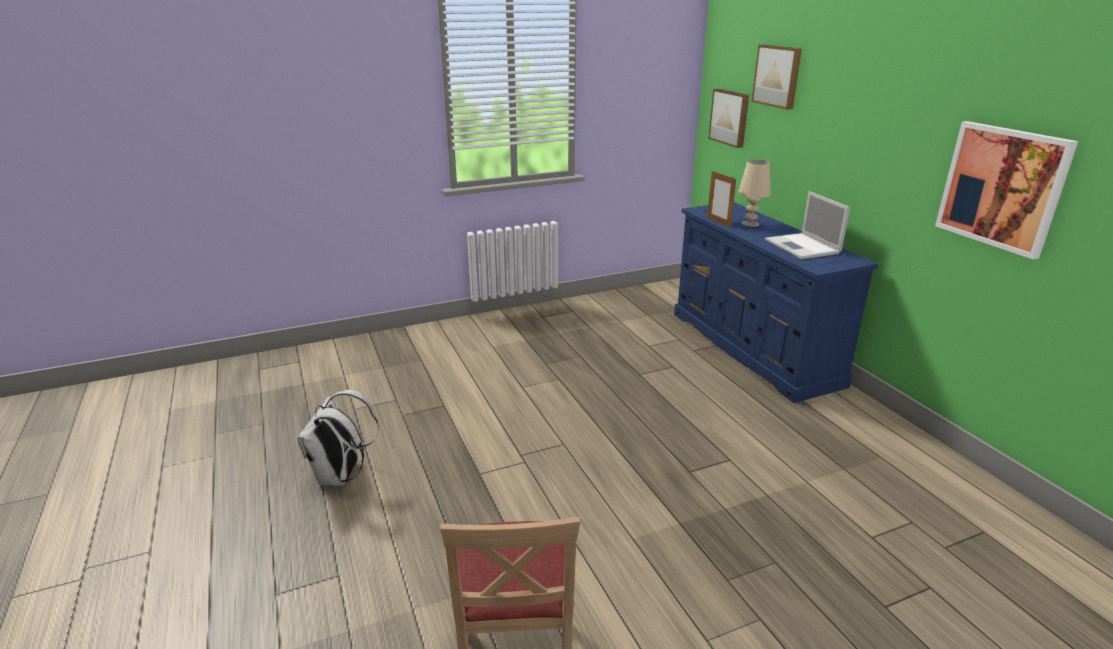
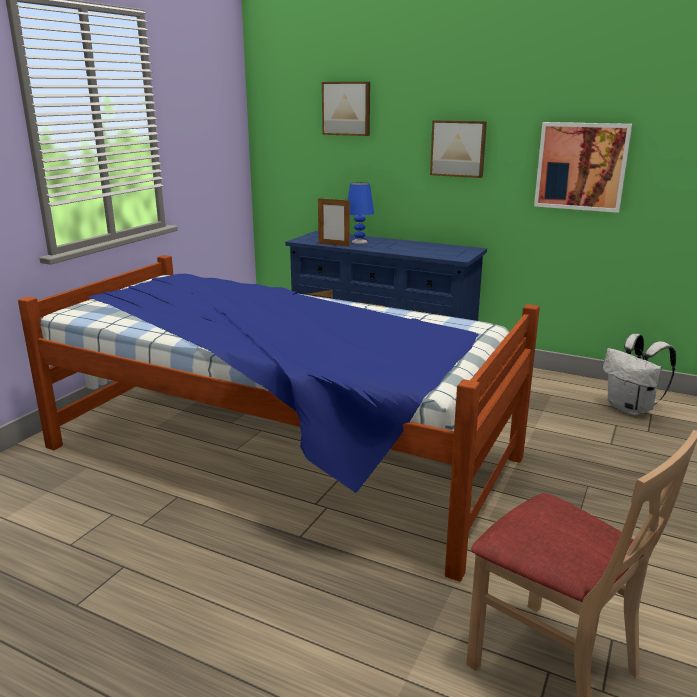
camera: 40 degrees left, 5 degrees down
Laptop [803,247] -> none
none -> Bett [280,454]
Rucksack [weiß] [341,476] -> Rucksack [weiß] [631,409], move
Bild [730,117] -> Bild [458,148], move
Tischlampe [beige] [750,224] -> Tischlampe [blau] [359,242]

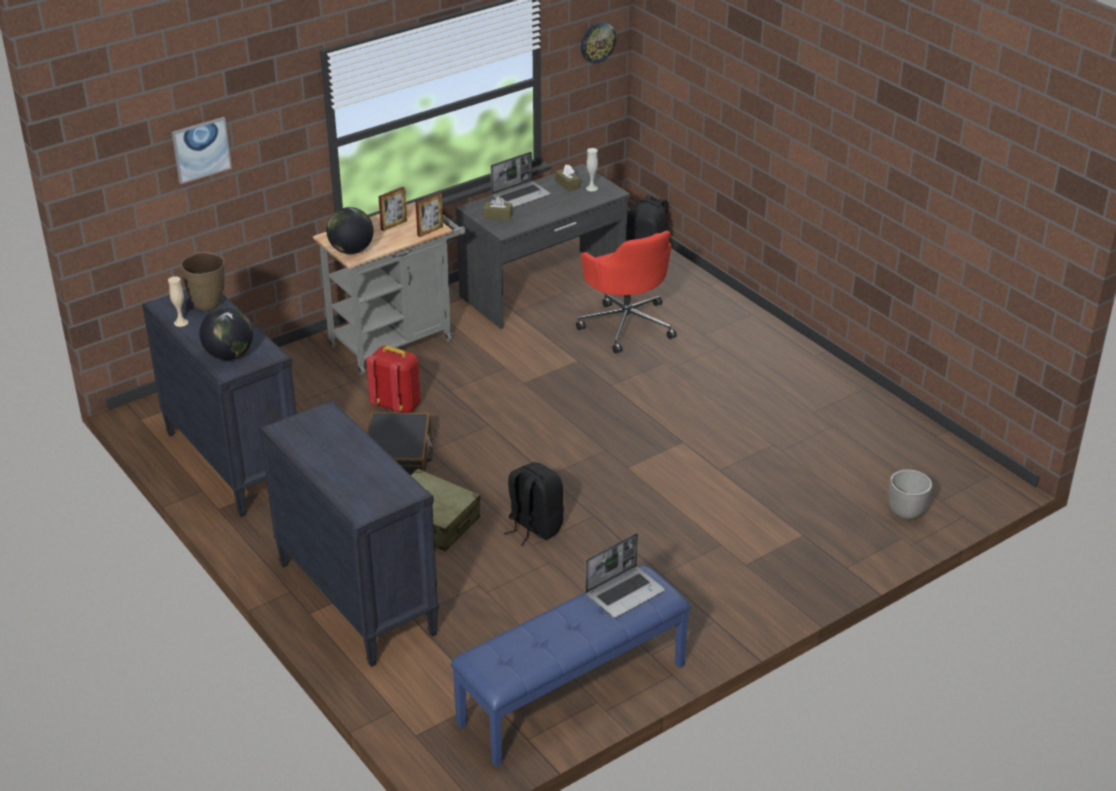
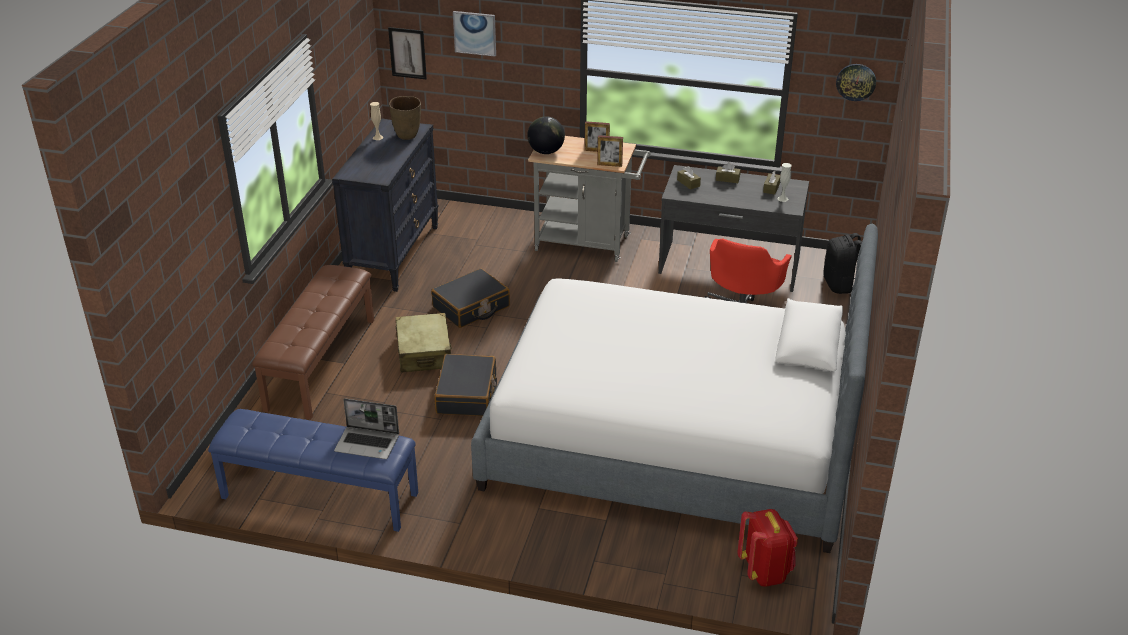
camera: 50 degrees right, 0 degrees up
Globus [229,355] -> none
Pflanzkübel [906,513] -> none
none -> Bild [407,53]
none -> Bett [672,439]
Rucksack [rot] [397,405] -> Rucksack [rot] [765,571], move
Kommode [schwarz] [356,598] -> Bank [braun] [320,363]
Laptop [521,195] -> Taschentuchbox [braun] [727,179]
Rucksack [schwarz] [534,527] -> Koffer [schwarz] [467,394]

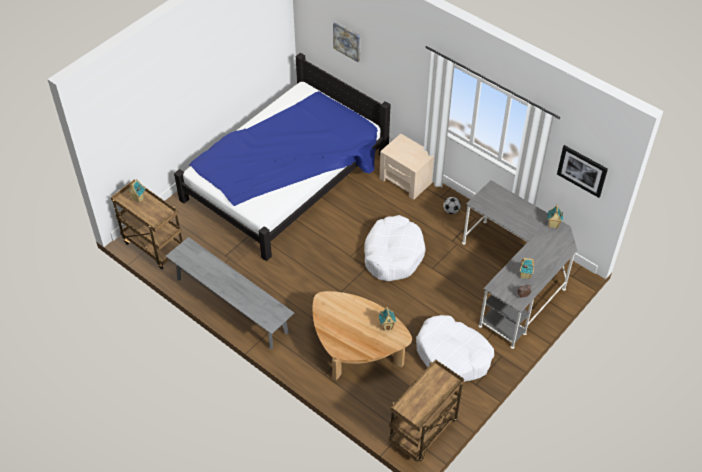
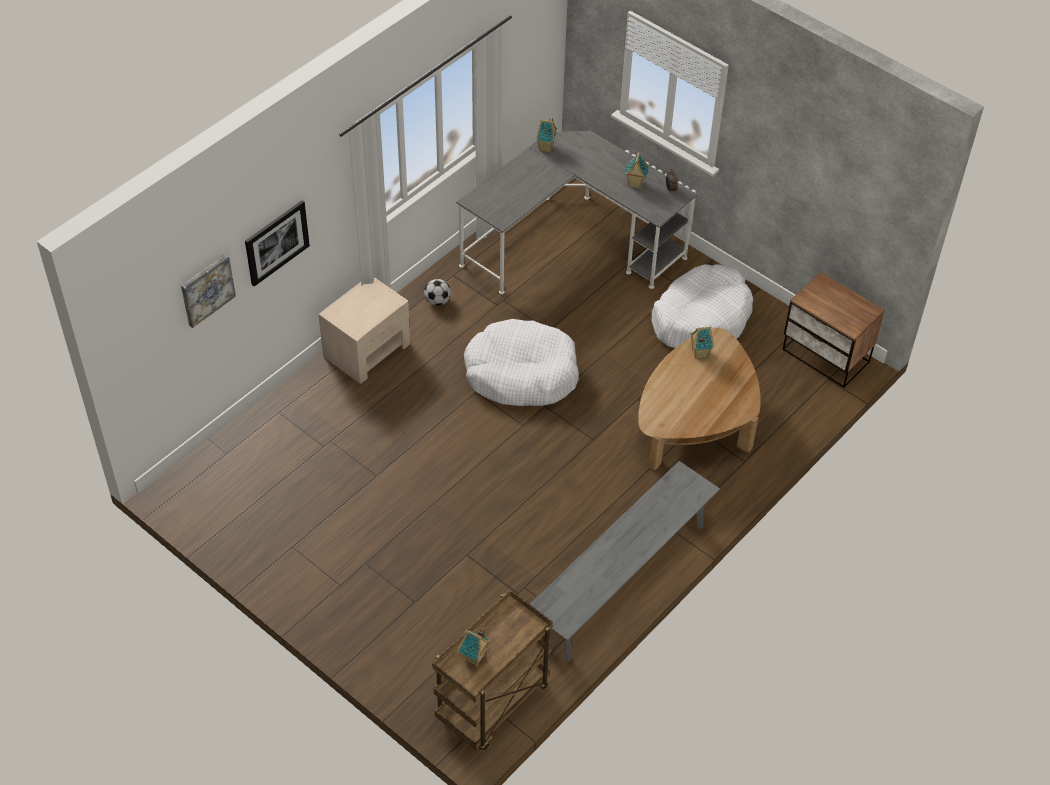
camera: 90 degrees left, 0 degrees up
Bett [286,177] -> none
Bild [582,170] -> Bild [276,242], move
Rollwagen [braun] [423,432] -> Nachttisch [825,357]

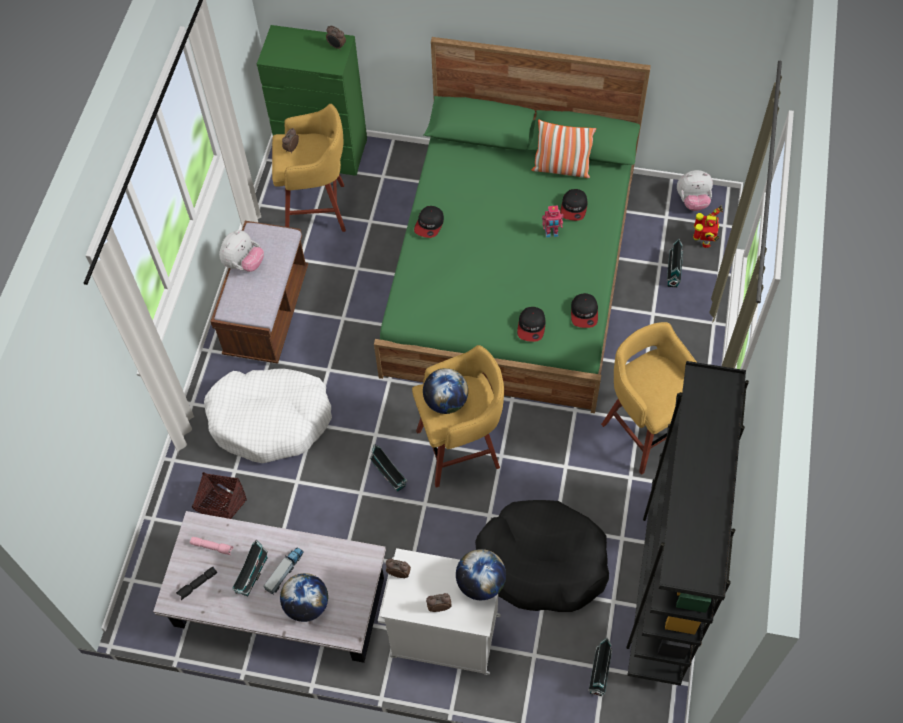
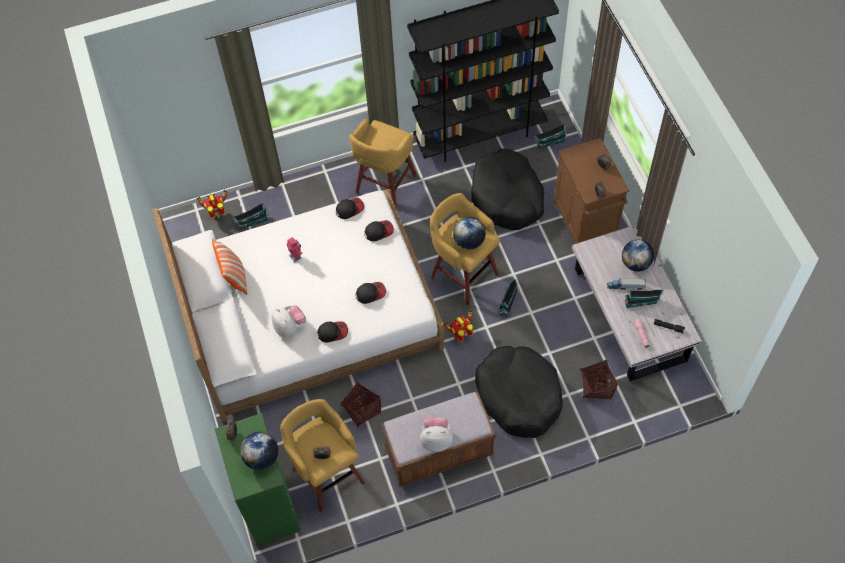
camera: 120 degrees left, 0 degrees up
none -> Korb [362,410]
none -> Spielzeugroboter [460,336]
Globus [480,583] -> Globus [262,457], move
Kappe [574,207] -> Kappe [371,293], move
Plüschtier [692,201] -> Plüschtier [290,327], move
Hundebett [weiß] [270,420] -> Hundebett [schwarz] [518,395]
Bett [grün] [512,272] -> Bett [weiß] [309,314]
Schrank [weiß] [443,636] -> Schrank [braun] [585,222]

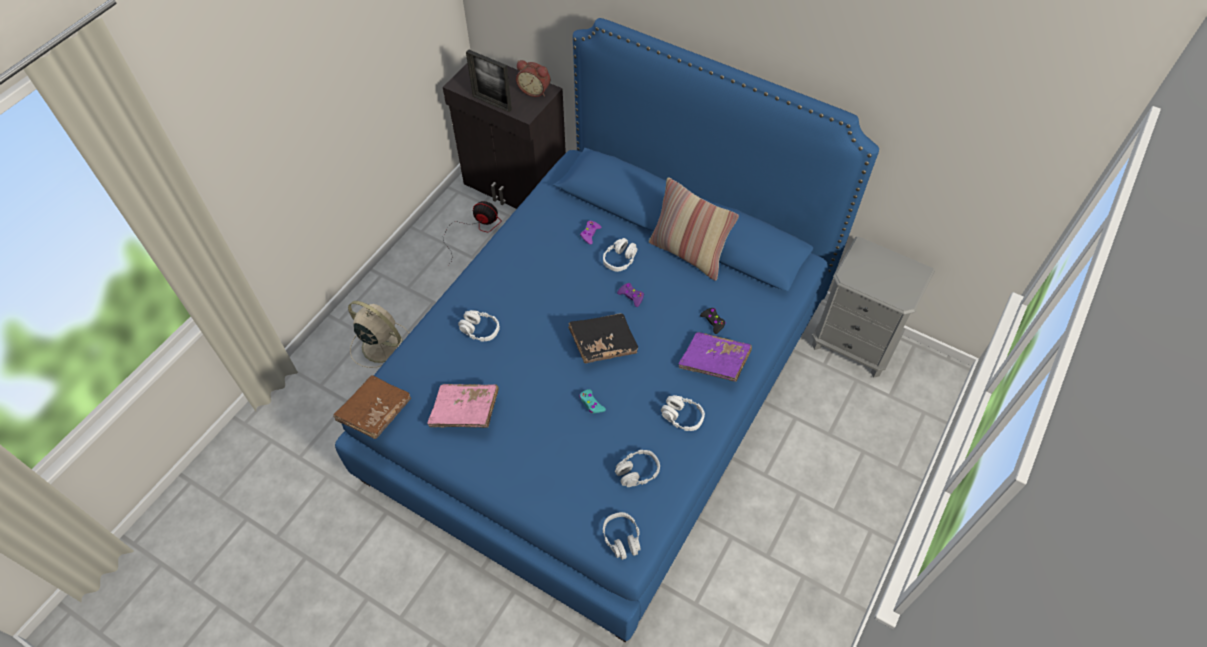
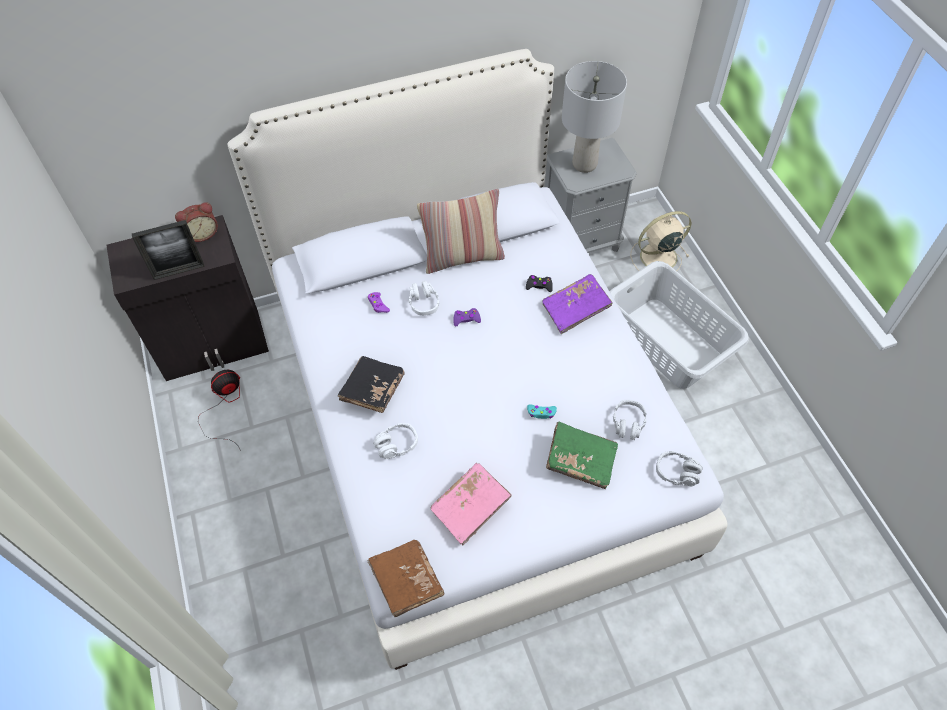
camera: 50 degrees left, 0 degrees up
Kopfhörer [weiß] [682,416] -> none
none -> Buch [grün] [580,460]
none -> Tischlampe [grau] [585,164]
none -> Wäschekorb [grau] [668,342]
Ventilator [beige] [380,344] -> Ventilator [beige] [656,257], move
Buch [schwarz] [603,344] -> Buch [schwarz] [372,390], move
Bett [blau] [602,387] -> Bett [weiß] [473,420]

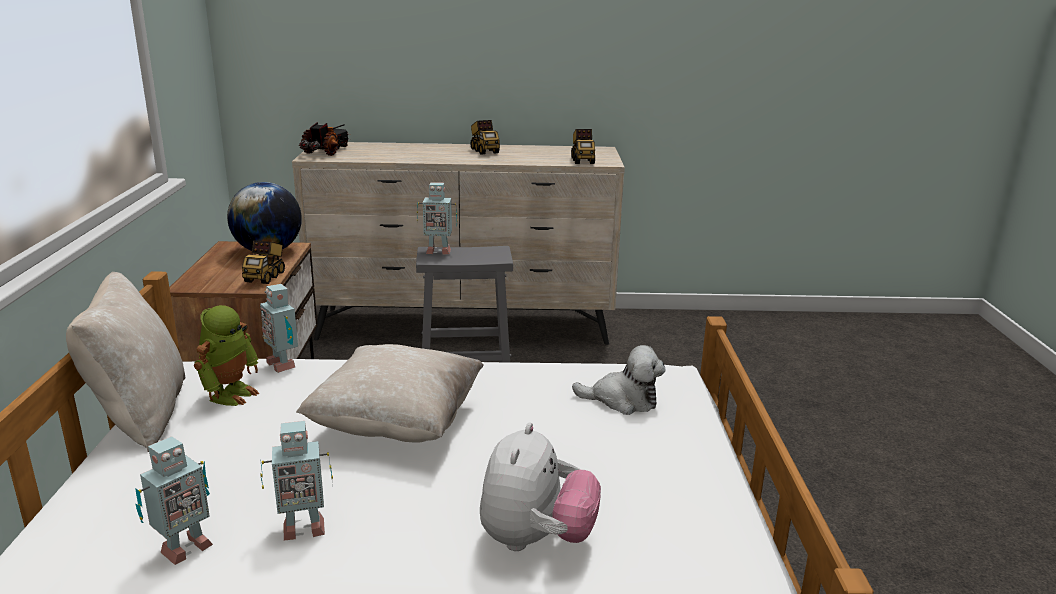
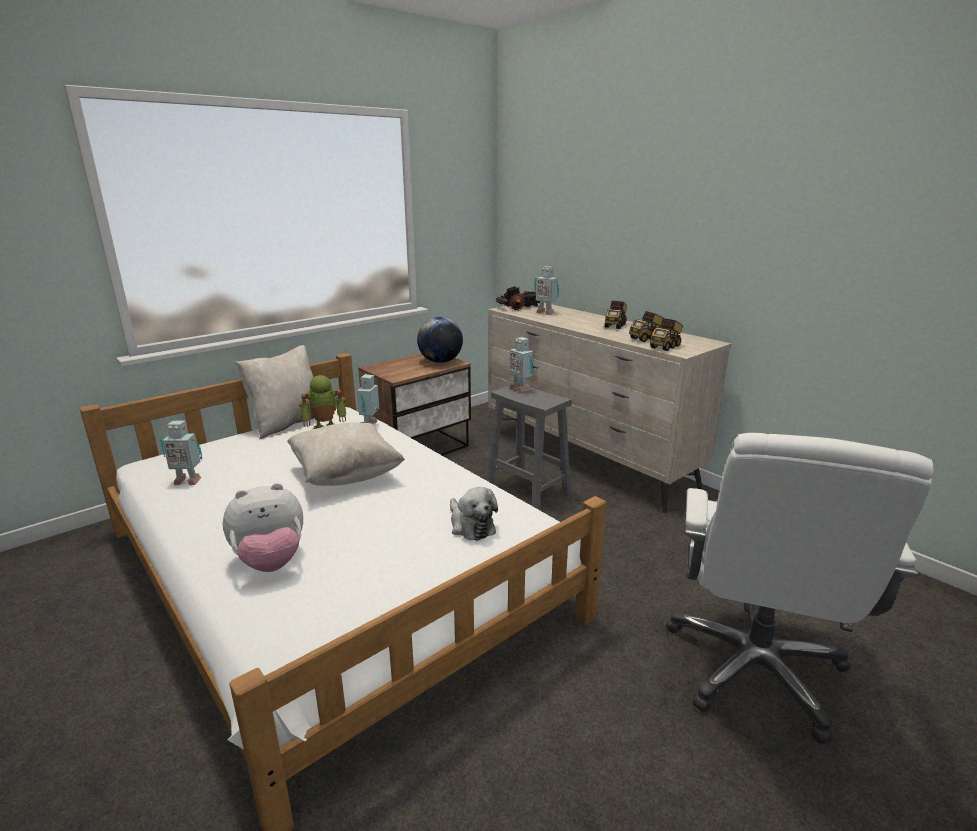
camera: 50 degrees right, 0 degrees up
none -> Bürostuhl [weiß] [755,668]
Spielzeuglaster [265,277] -> Spielzeuglaster [647,338], move
Spielzeugroboter [302,528] -> Spielzeugroboter [545,313], move

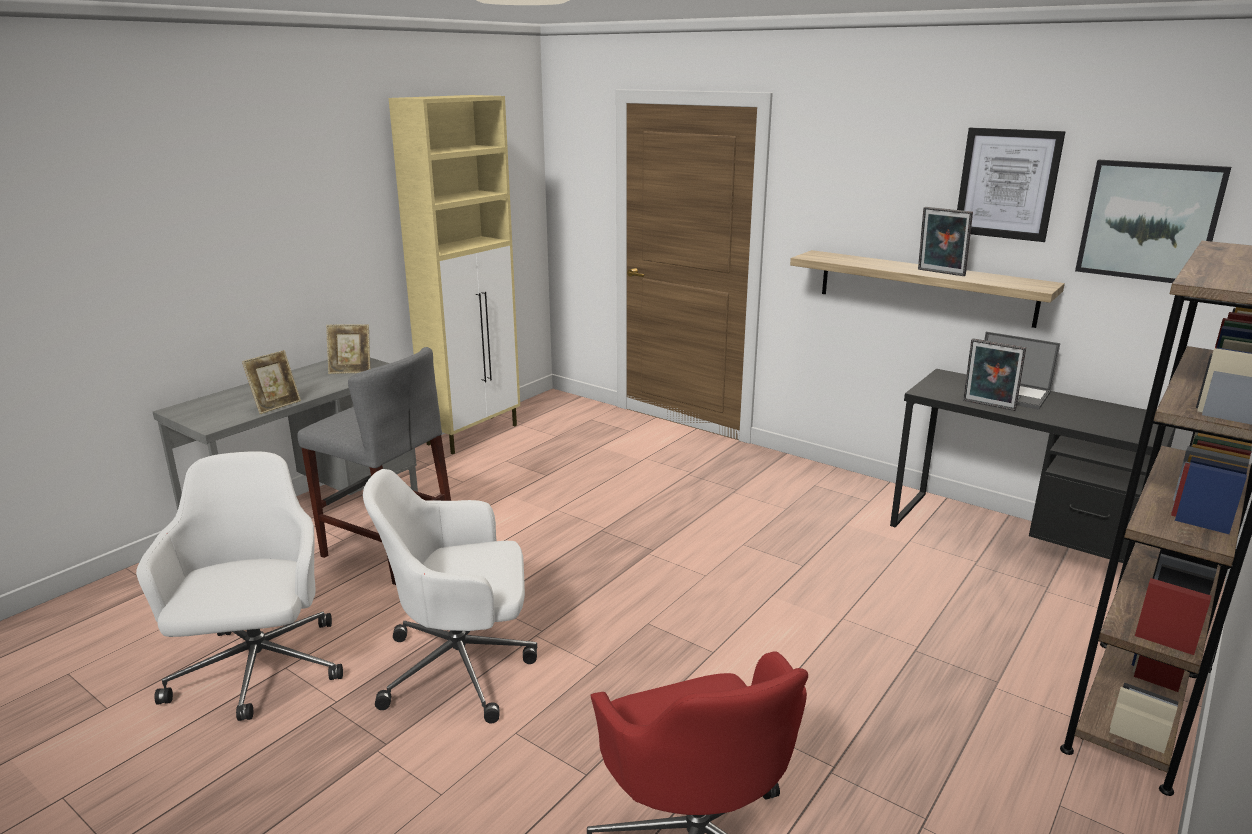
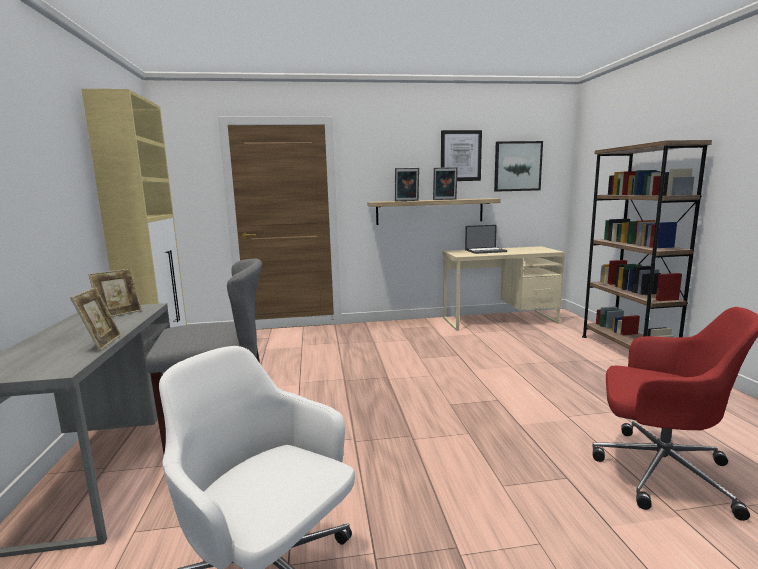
camera: 45 degrees left, 10 degrees down
Bürostuhl [weiß] [462,667] -> none
Bilderrahmen [988,406] -> Bilderrahmen [407,201], move
Schreibtisch [schwarz] [1011,540] -> Schreibtisch [beige] [499,320]

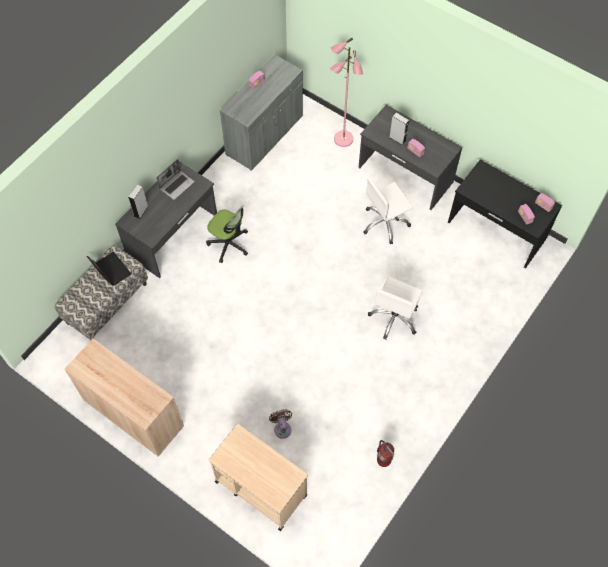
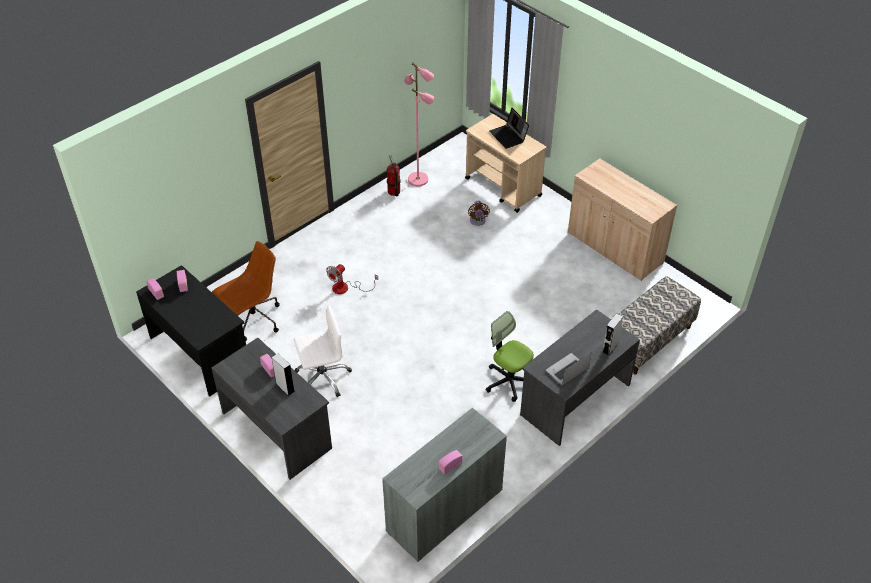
camera: 170 degrees left, 15 degrees down
none -> Bürostuhl [braun] [253,320]
Laptop [110,270] -> Laptop [509,136], move
Stehlampe [rosa] [343,139] -> Stehlampe [rosa] [418,179], move
Bürostuhl [weiß] [394,317] -> Ventilator [346,288]

